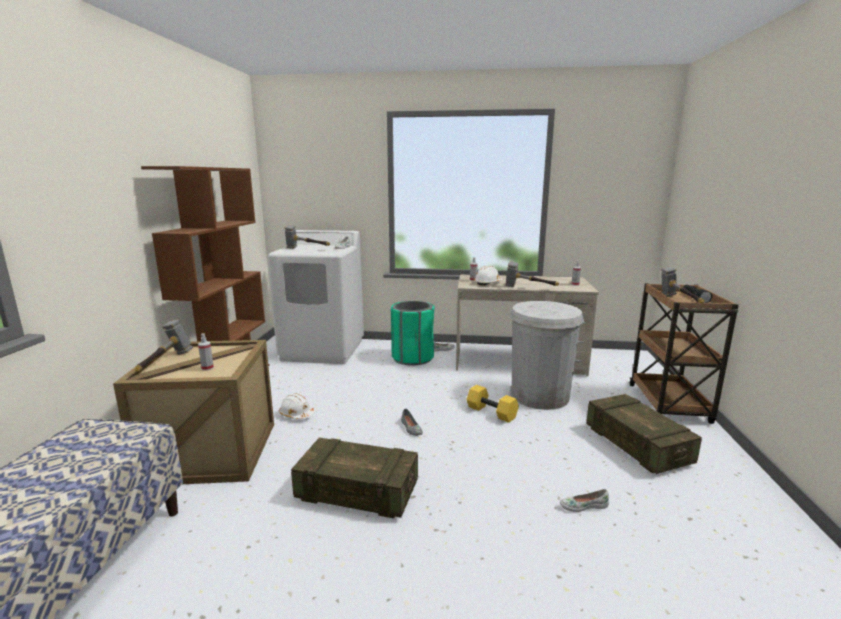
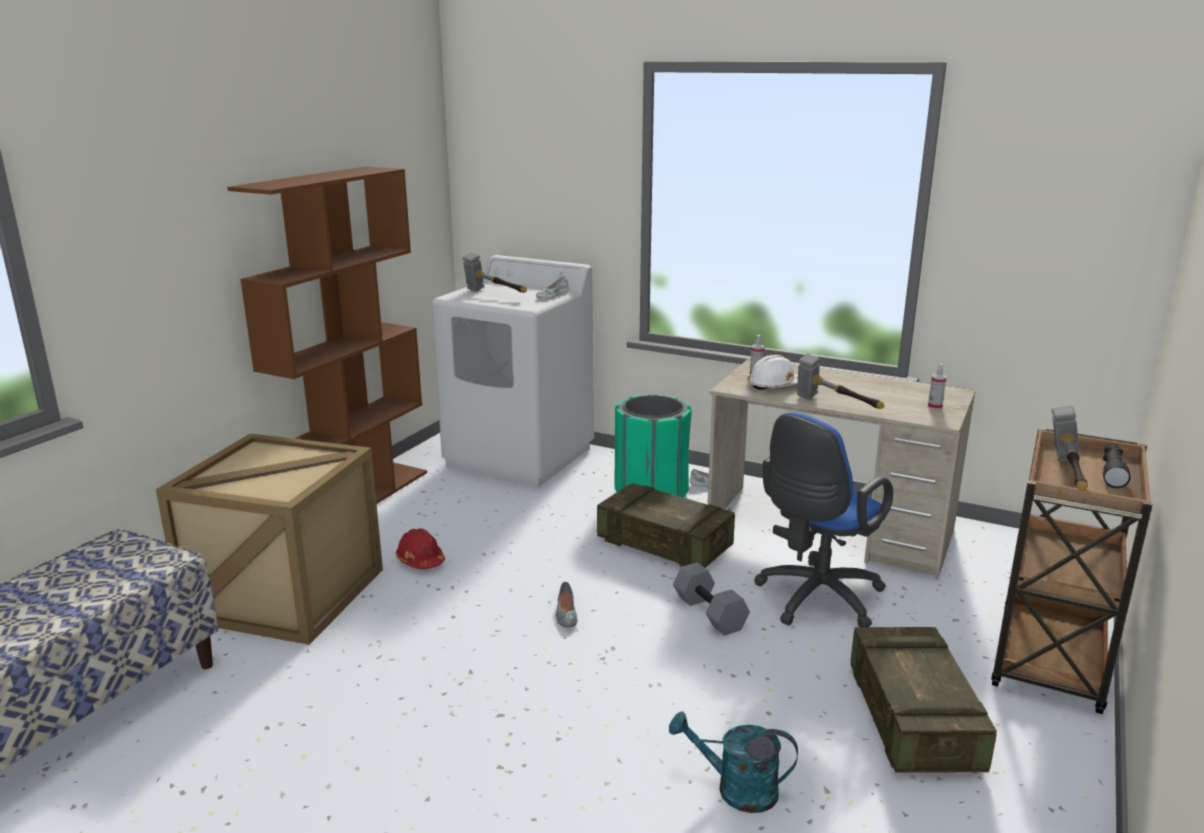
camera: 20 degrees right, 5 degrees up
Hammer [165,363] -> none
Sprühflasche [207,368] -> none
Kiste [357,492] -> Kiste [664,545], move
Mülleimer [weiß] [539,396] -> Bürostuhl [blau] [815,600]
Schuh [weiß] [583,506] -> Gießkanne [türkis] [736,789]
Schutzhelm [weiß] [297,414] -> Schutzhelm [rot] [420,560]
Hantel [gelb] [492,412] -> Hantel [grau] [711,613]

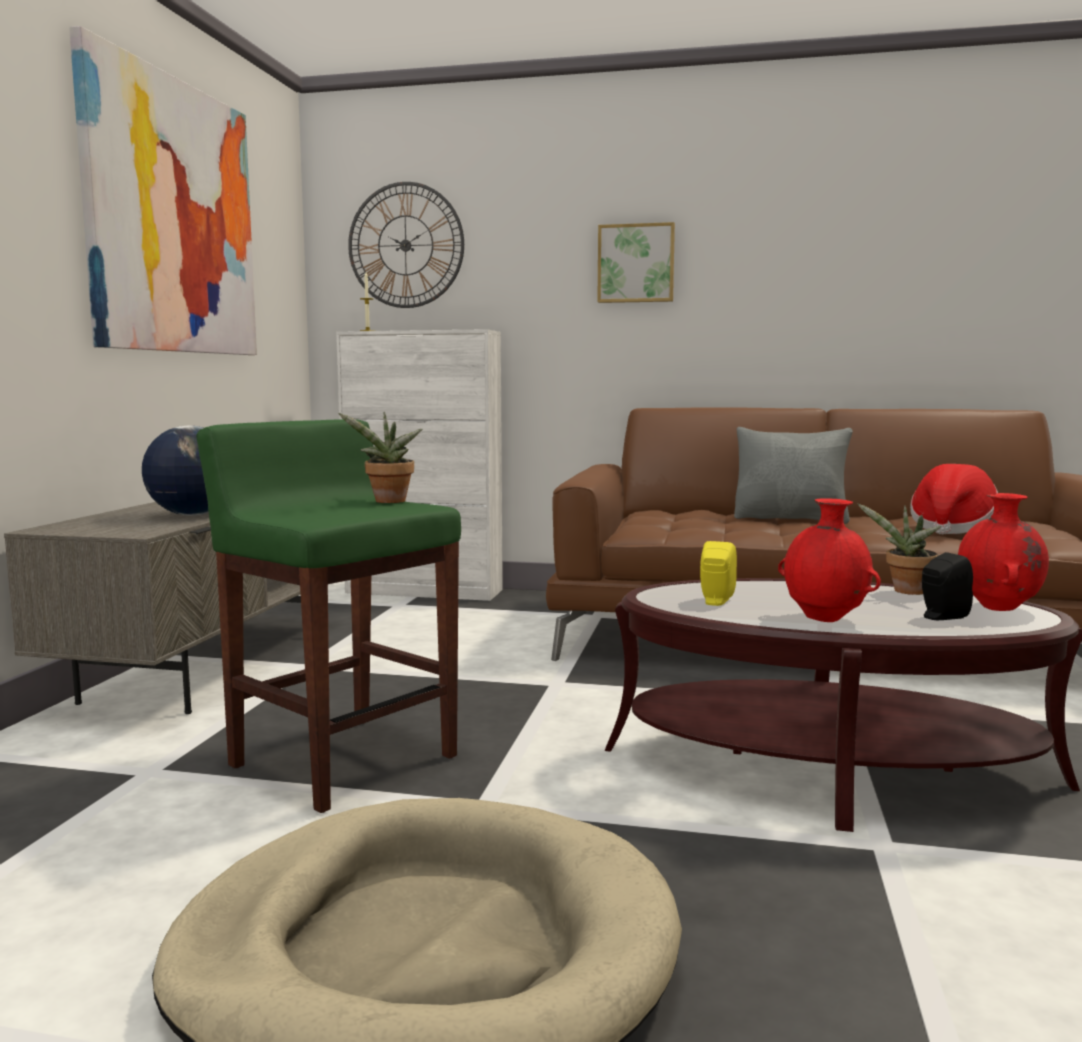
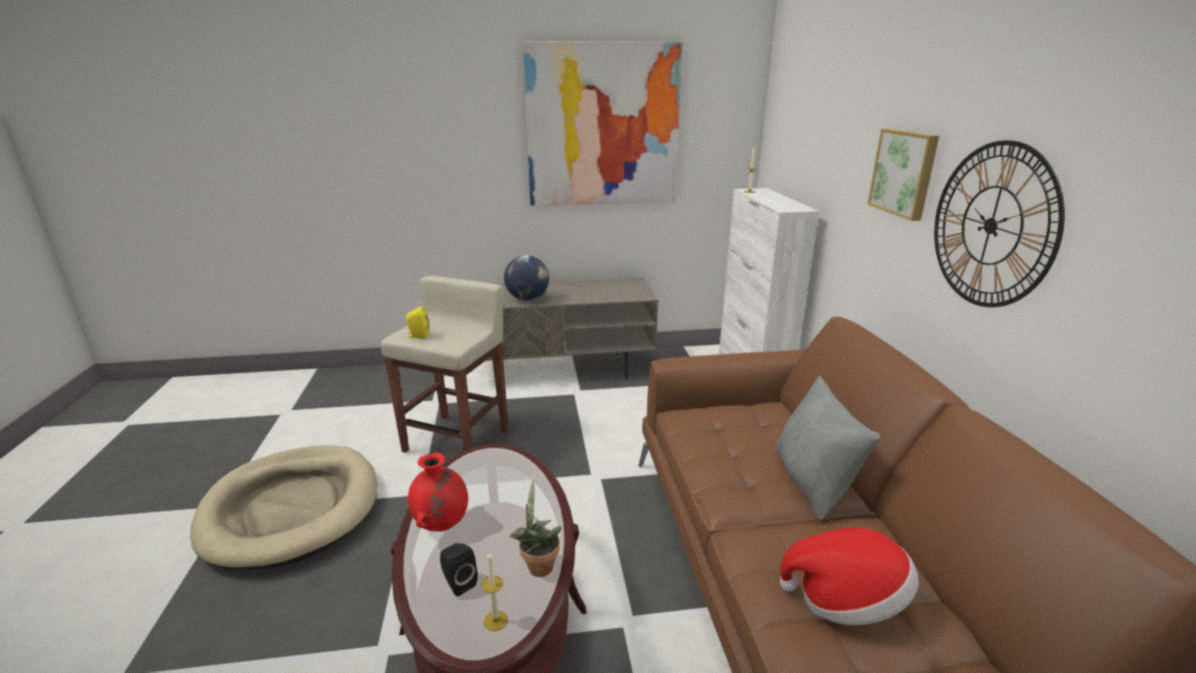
camera: 70 degrees right, 15 degrees up
Topfpflanze [388,502] -> none
Wanduhr [405,245] -> Wanduhr [991,225], move
Lautsprecher [gelb] [715,601] -> Lautsprecher [gelb] [418,336], move
Vase [rot] [999,608] -> Kerze [495,620]
Hocker [grün] [342,760] -> Hocker [beige] [458,440]

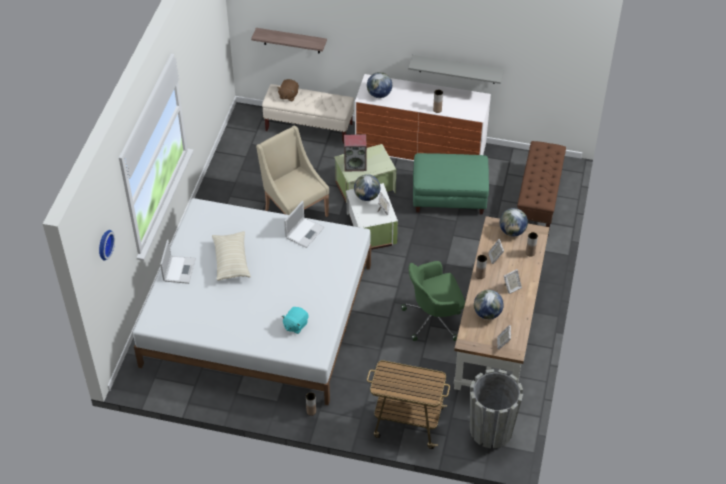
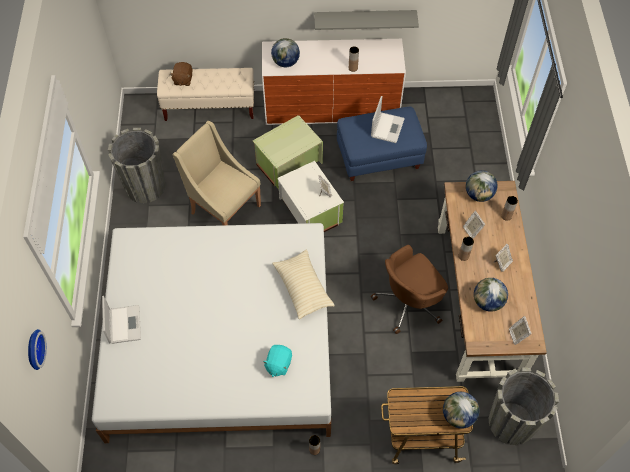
camera: 15 degrees left, 10 degrees up
Wandregal [291,40] -> none
Lautsprecher [355,165] -> none
Bank [braun] [538,202] -> none
none -> Pflanzkübel [grau] [145,186]
Kissen [beige] [231,261] -> Kissen [beige] [303,288], move
Laptop [305,232] -> Laptop [387,127], move
Globus [367,197] -> Globus [458,416], move
Bürostuhl [grün] [434,319] -> Bürostuhl [braun] [409,302]
Polsterhocker [grün] [449,197] -> Polsterhocker [blau] [379,157]

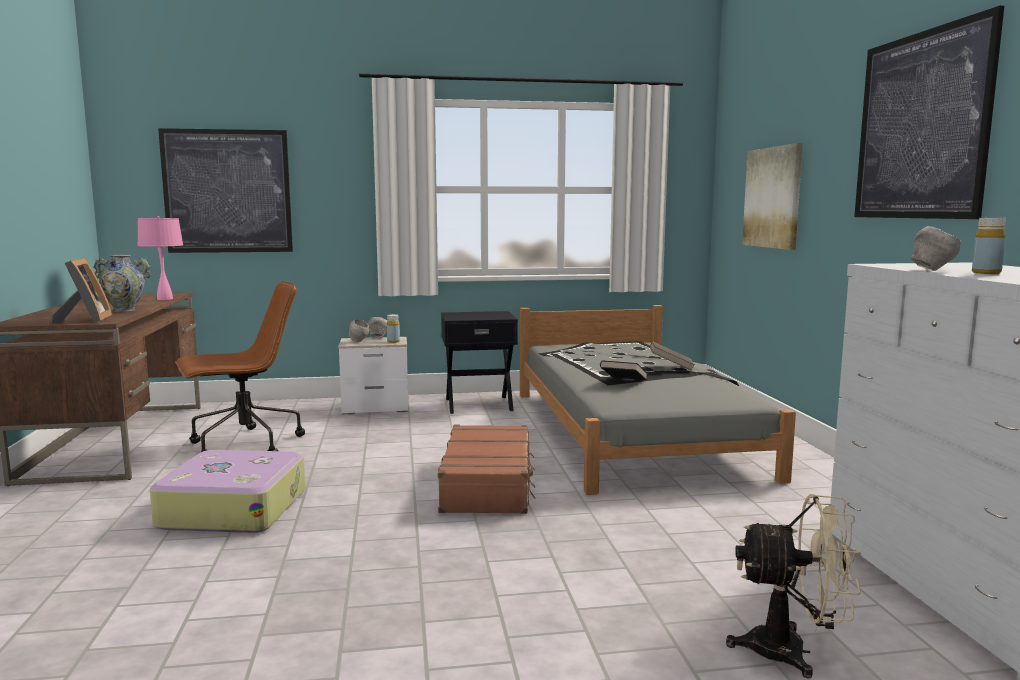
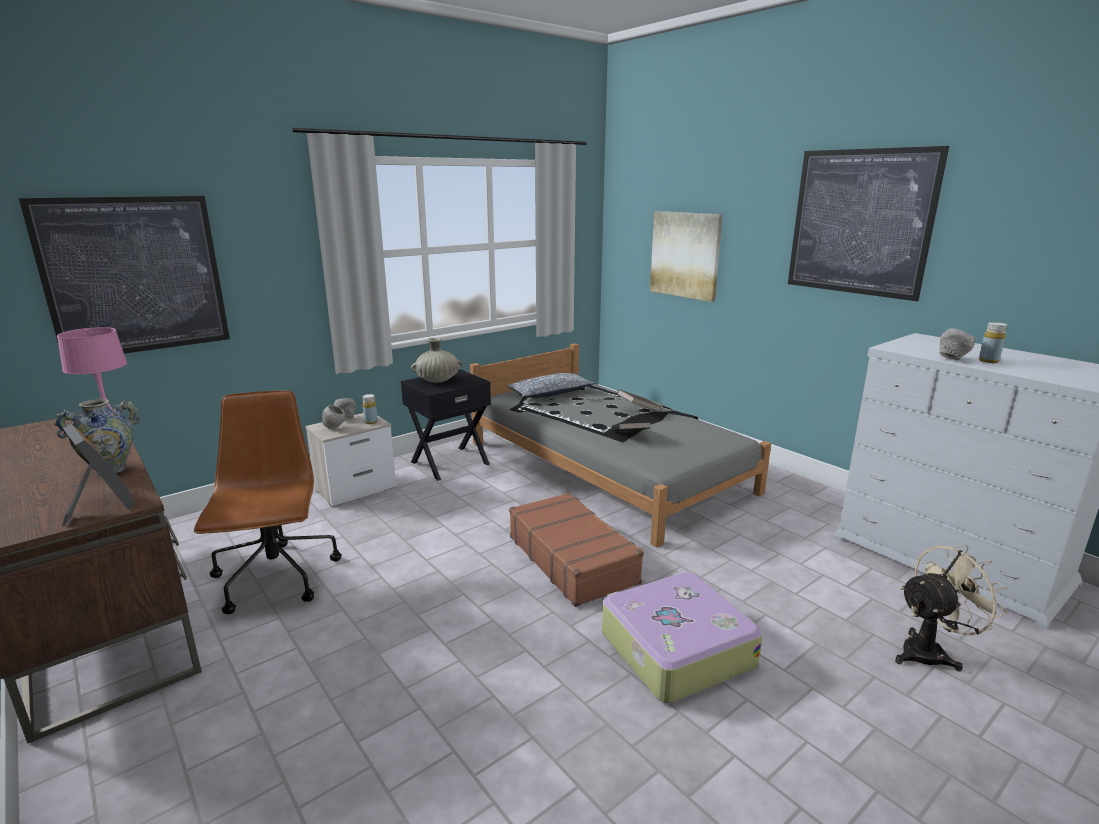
camera: 30 degrees left, 10 degrees up
none -> Vase [beige] [437,381]
none -> Kissen [550,393]
Koffer [233,508] -> Koffer [675,649], move
Bürostuhl [braun] [244,445] -> Bürostuhl [braun] [276,579], 45 degrees counterclockwise

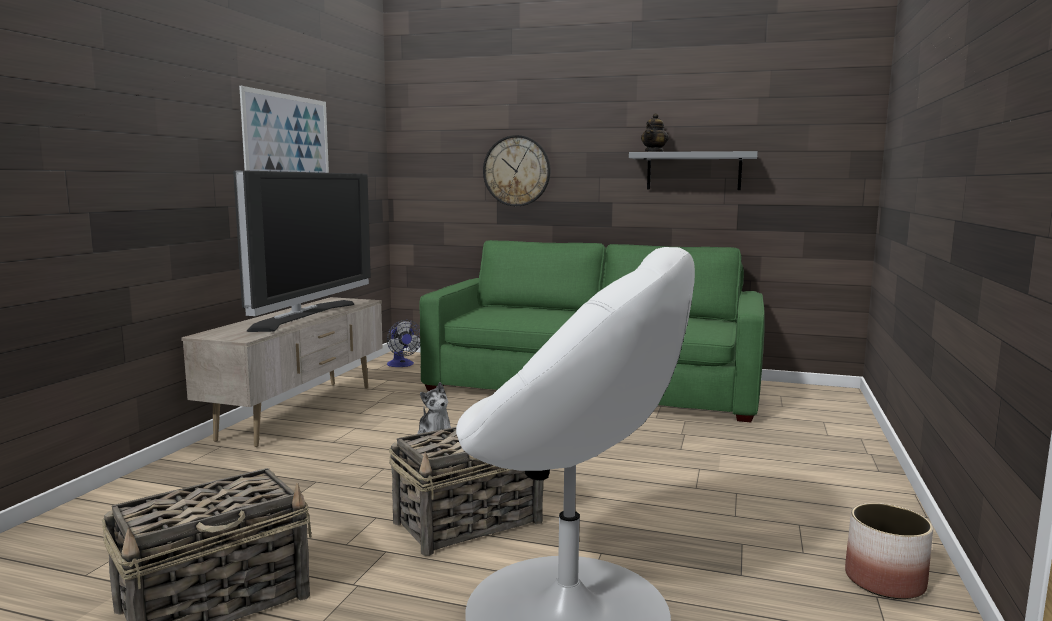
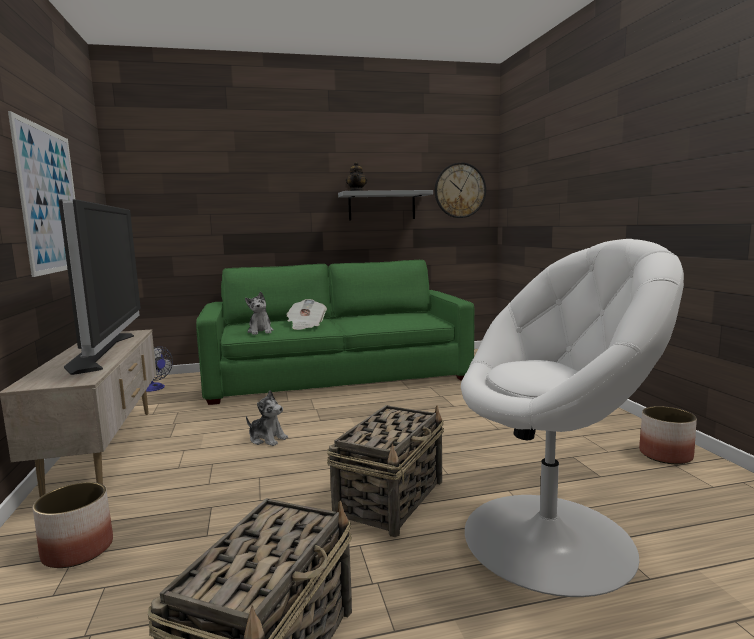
camera: 30 degrees left, 0 degrees up
none -> Pflanzkübel [78,550]
none -> Plüschtier [260,331]
none -> Zeitung [306,325]
Wanduhr [516,171] -> Wanduhr [460,190], move

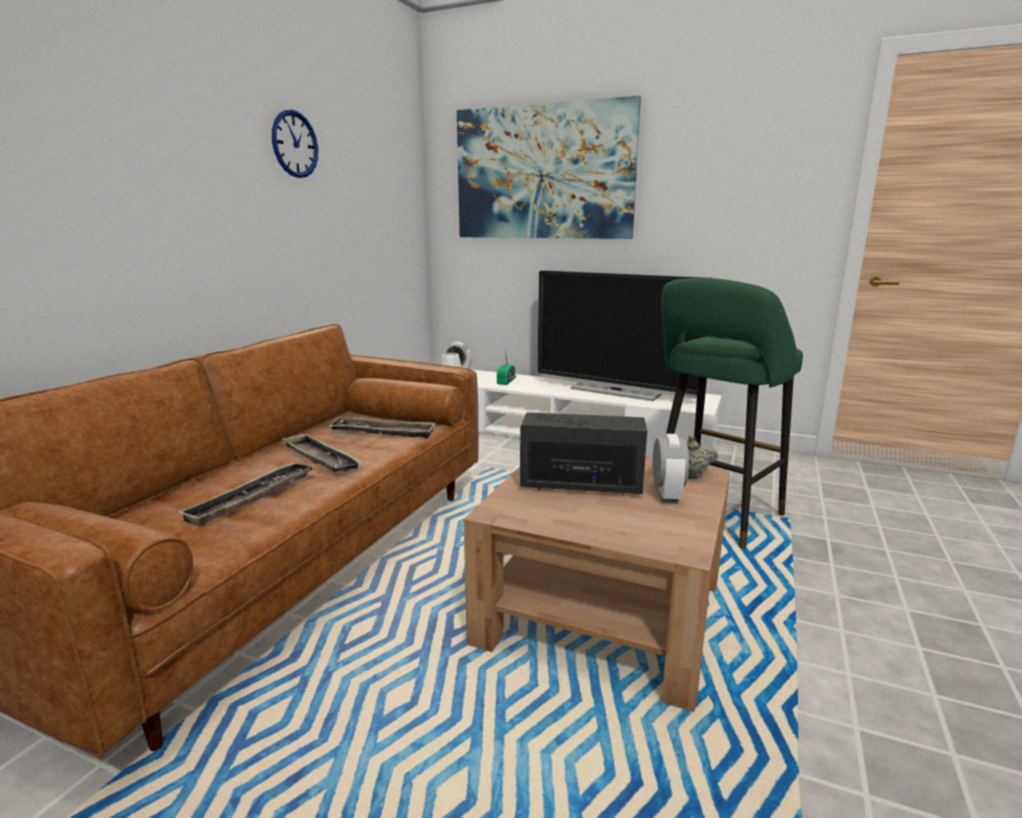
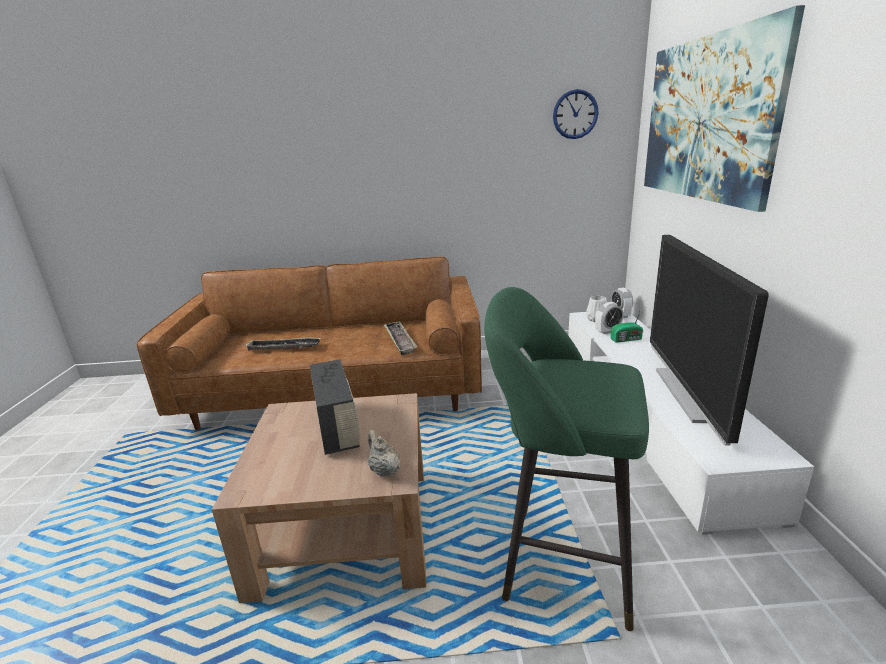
camera: 65 degrees right, 5 degrees up
Tablett [320,459] -> none
Wanduhr [295,144] -> Wanduhr [575,114], move
Wecker [667,494] -> Wecker [608,331], move

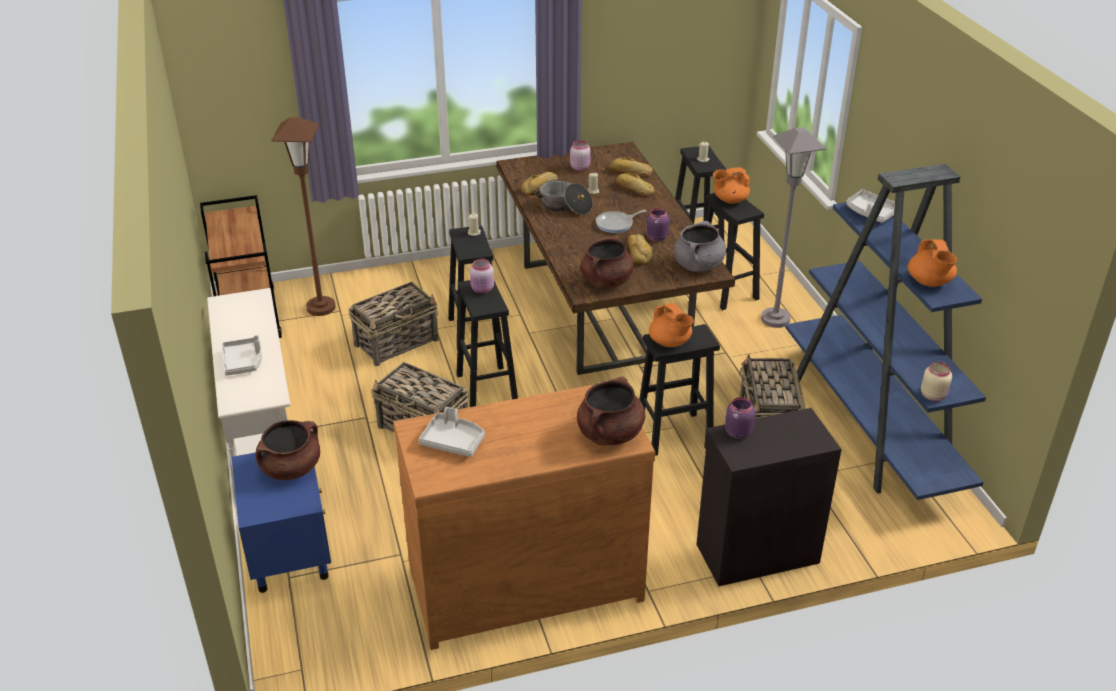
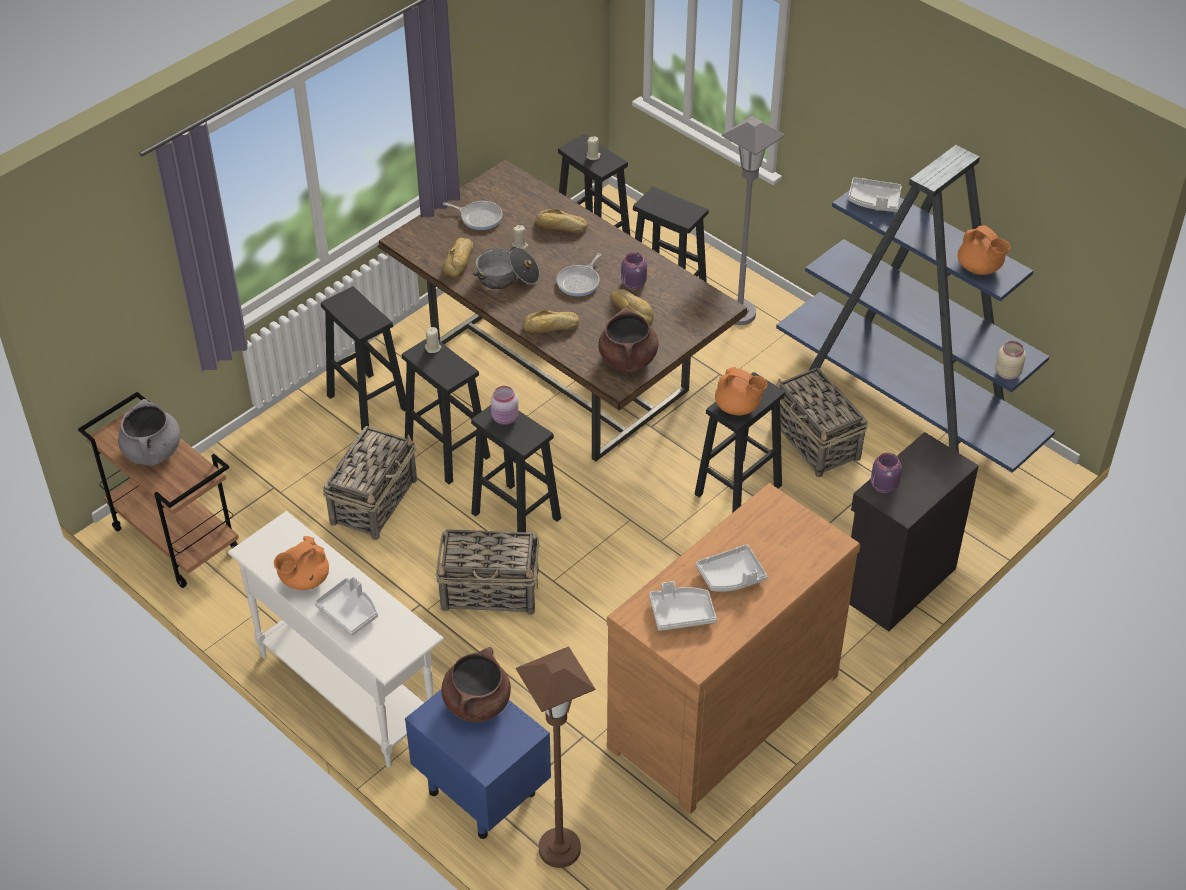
camera: 30 degrees left, 10 degrees up
Kochtopf [braun] [610,434] -> none
none -> Hocker [schwarz] [366,402]
none -> Tablett [grau] [731,576]
Stehlampe [braun] [321,307] -> Stehlampe [braun] [559,849], move
Brot [630,172] -> Brot [551,327], move
Kochtopf [grau] [698,265] -> Kochtopf [grau] [153,452], move
Teekanne [orange] [729,200] -> Teekanne [orange] [303,579], move
Vorratsglas [rosa] [580,167] -> Pfanne [479,217]

